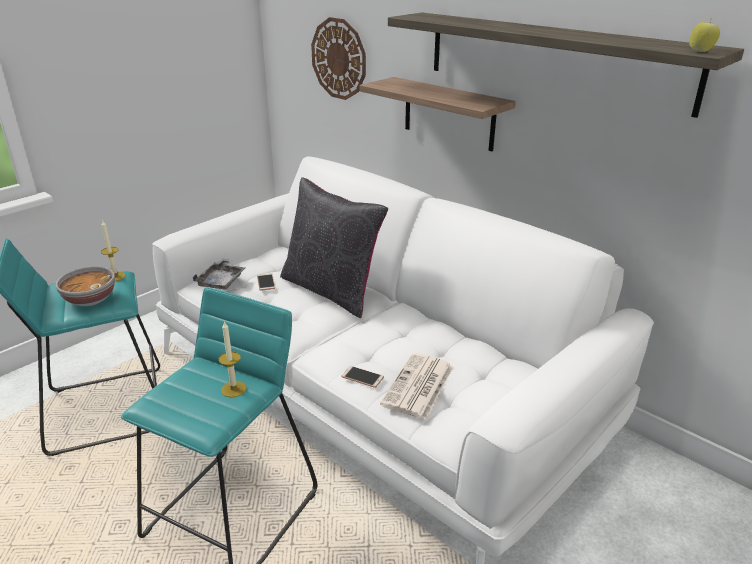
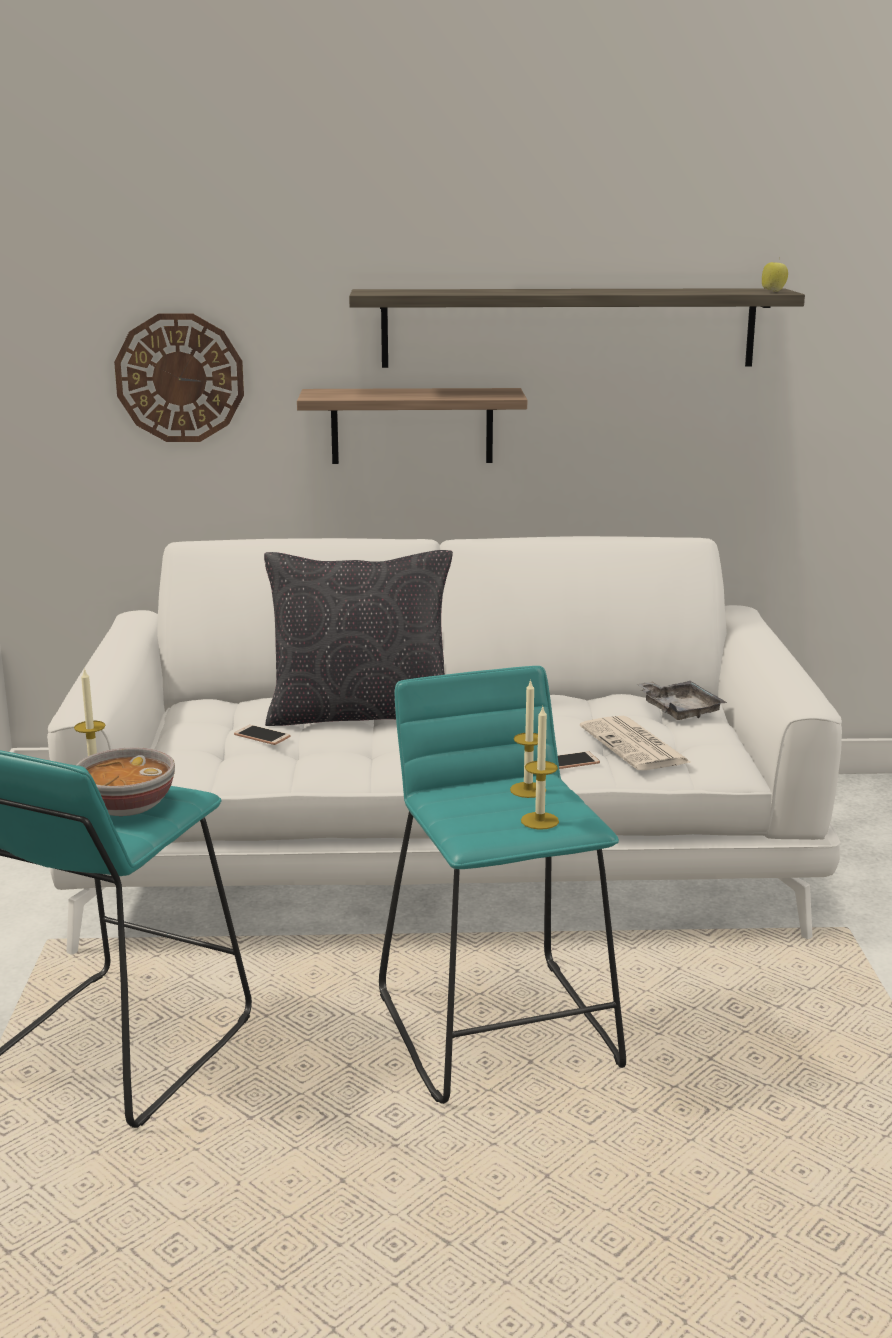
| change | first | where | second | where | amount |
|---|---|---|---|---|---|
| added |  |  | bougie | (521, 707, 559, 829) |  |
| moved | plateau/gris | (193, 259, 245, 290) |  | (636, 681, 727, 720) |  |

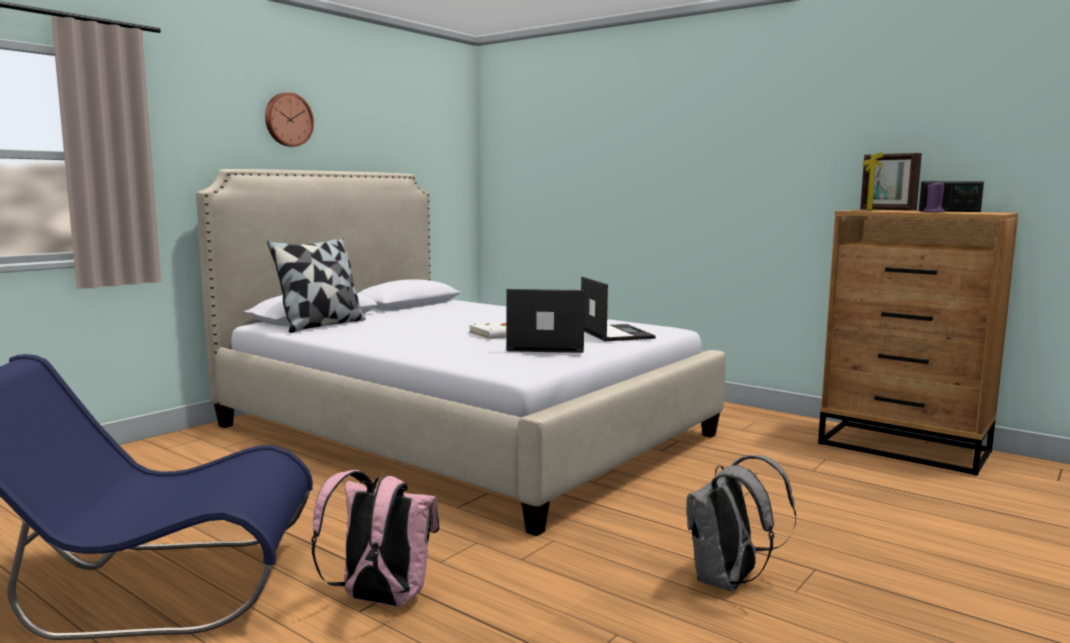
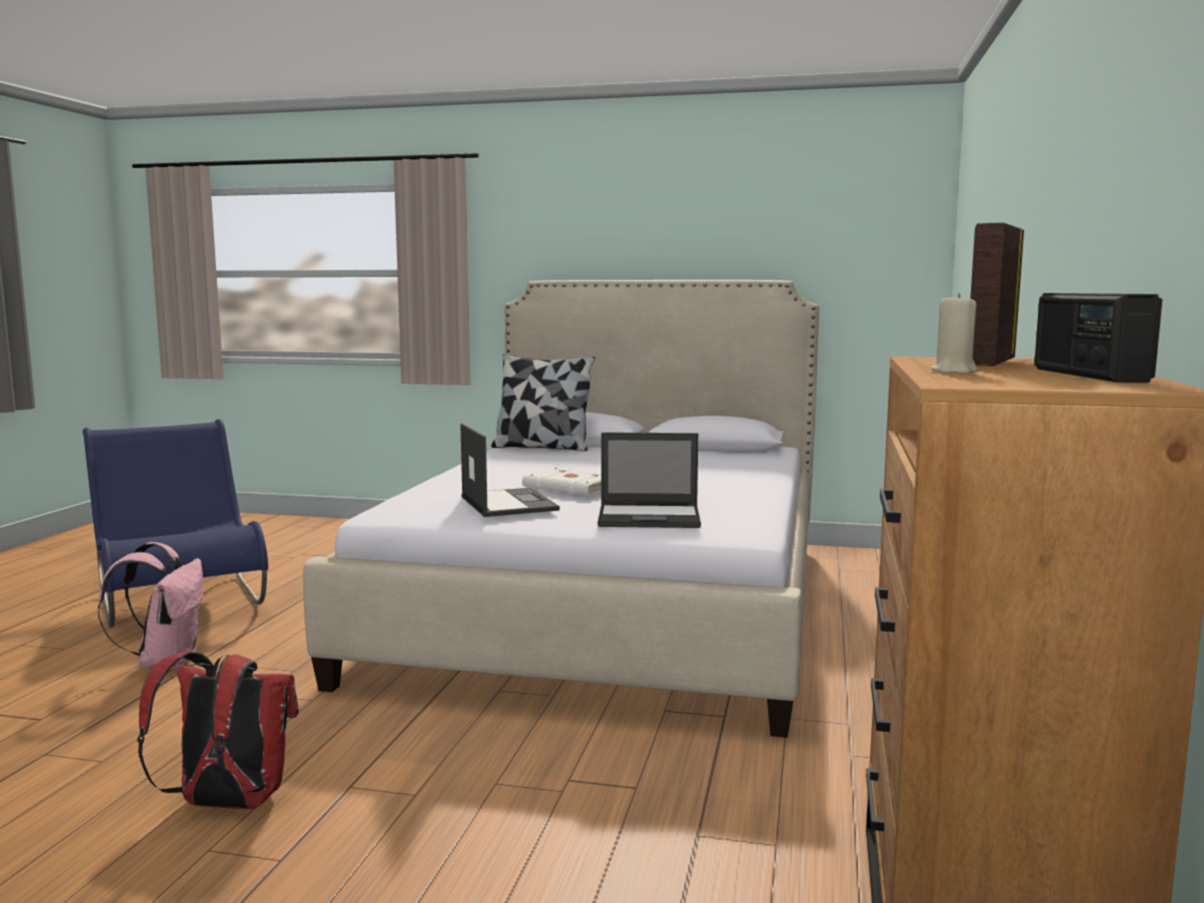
| change | first | where | second | where | amount |
|---|---|---|---|---|---|
| recoloured | sac à dos/gris | (687, 455, 796, 591) | sac à dos/rouge | (137, 651, 299, 809) |  |
| turned | ordinateur portable | (581, 277, 656, 341) |  | (598, 432, 701, 528) | 45 degrees clockwise |
| recoloured | bougie/violet | (923, 181, 945, 212) | bougie/beige | (931, 293, 978, 374) |  |
| removed | horloge murale | (265, 92, 314, 147) |  |  |  |

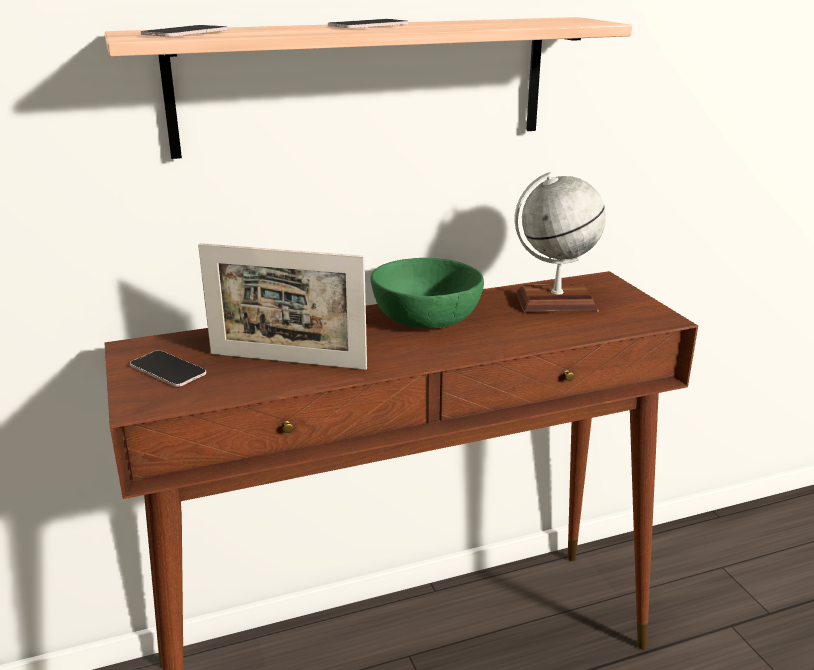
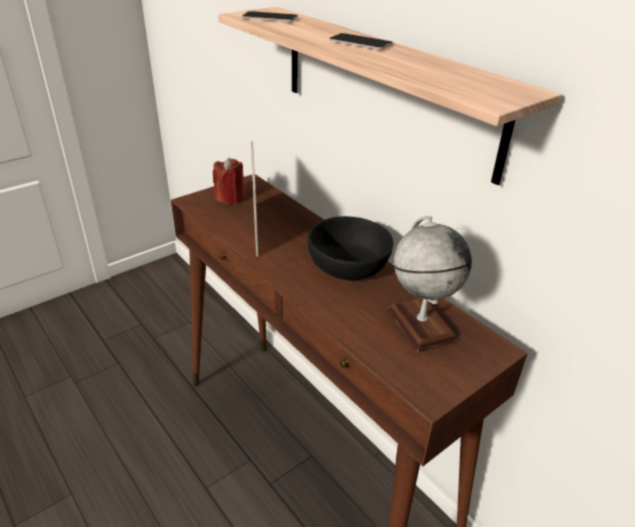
| change | first | where | second | where | amount |
|---|---|---|---|---|---|
| replaced | téléphone | (130, 350, 206, 387) | bougie/rouge | (213, 158, 245, 204) |  |
| recoloured | bol/vert | (370, 258, 484, 328) | bol/noir | (308, 216, 394, 280) |  |

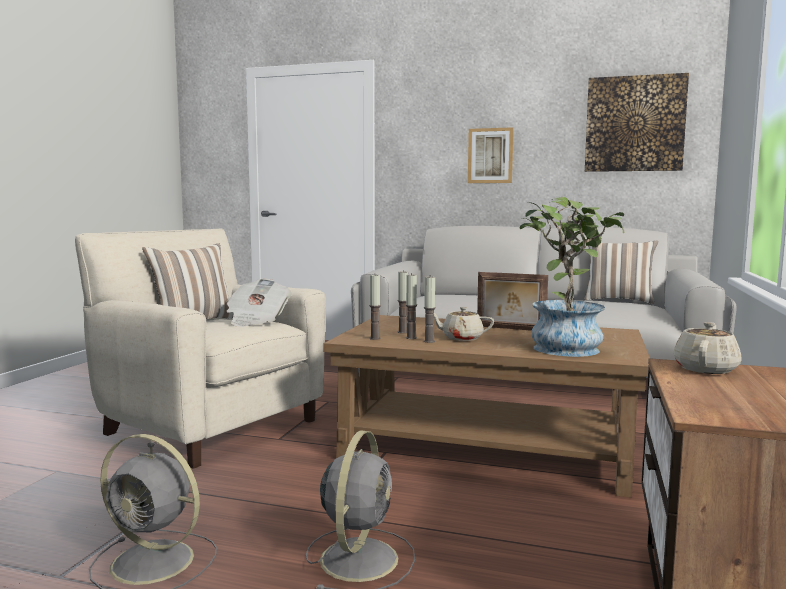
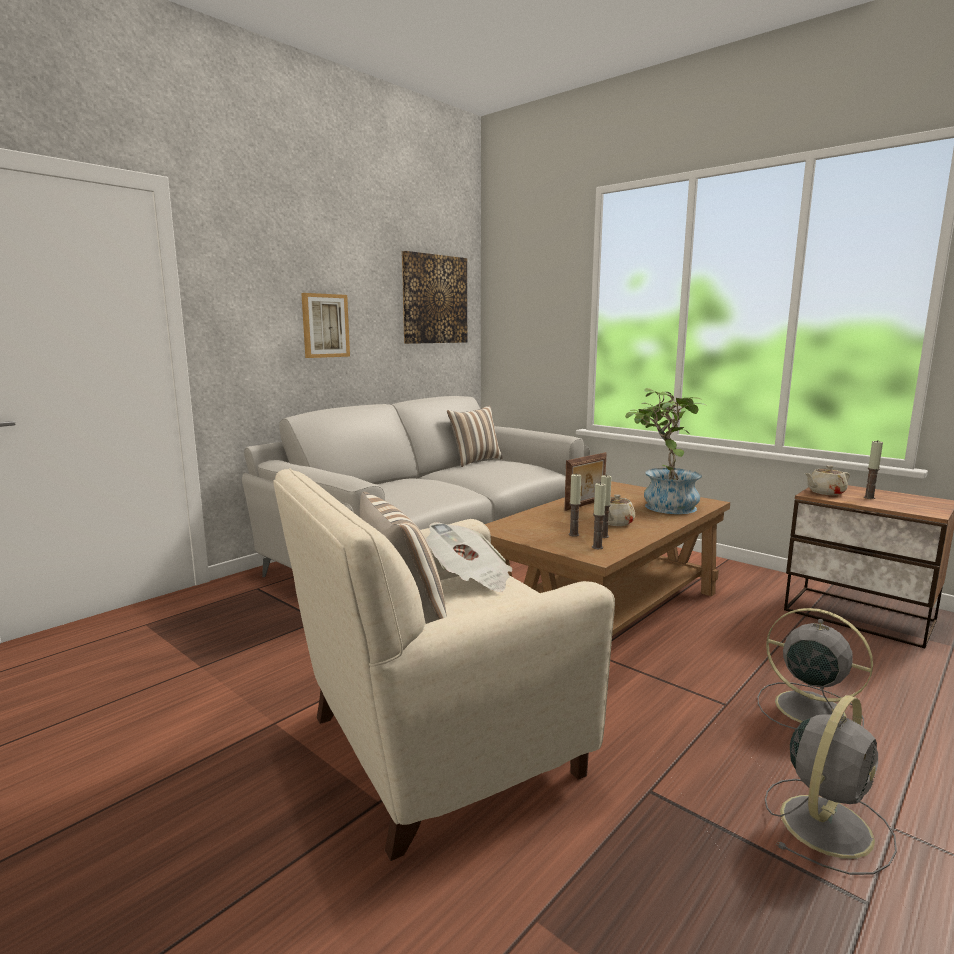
| change | first | where | second | where | amount |
|---|---|---|---|---|---|
| turned | théière/beige | (674, 322, 742, 374) |  | (805, 465, 850, 495) | 75 degrees counterclockwise |
| moved | bougie | (424, 276, 436, 343) |  | (864, 441, 883, 499) |  |

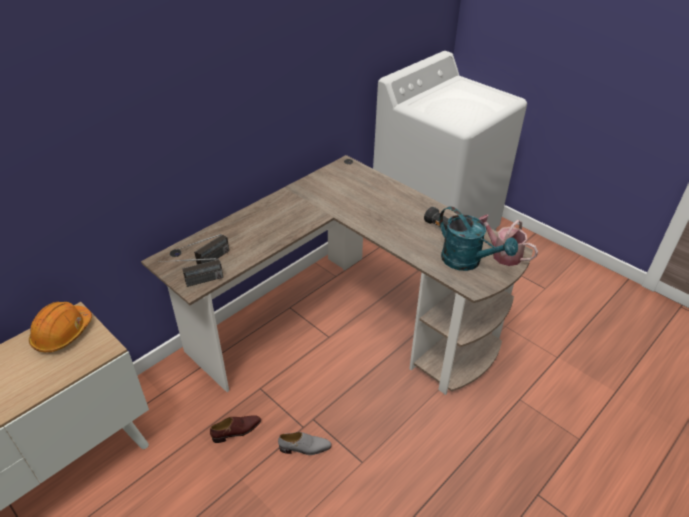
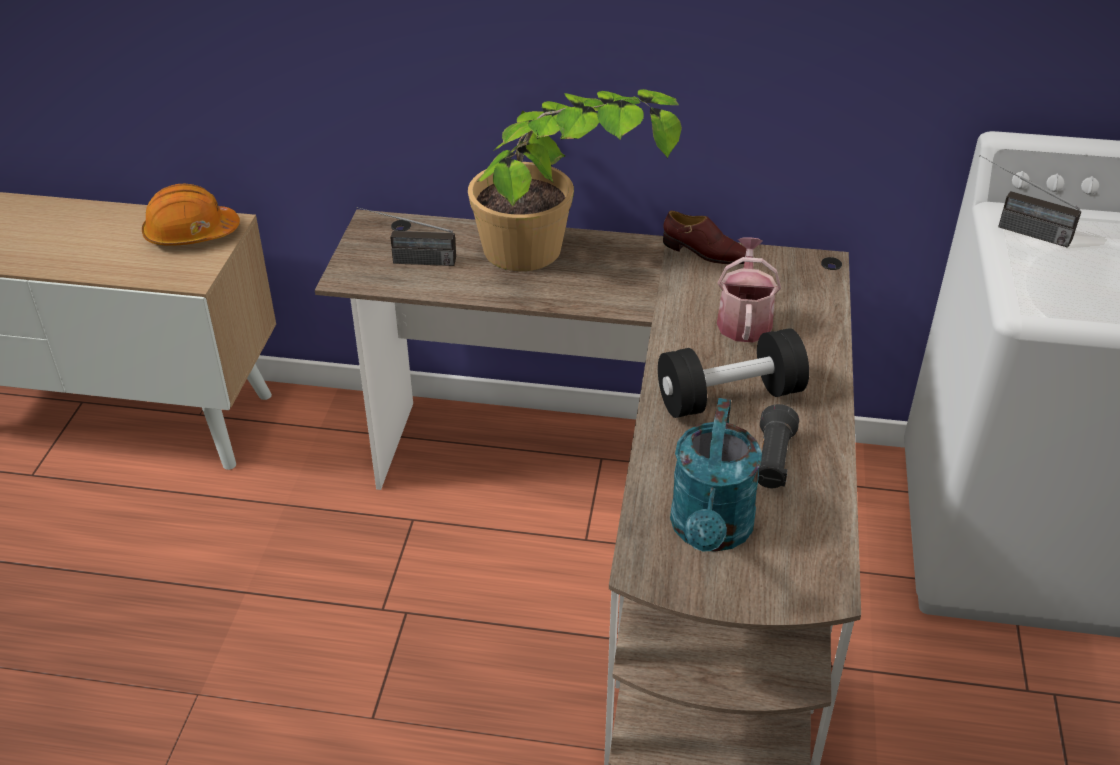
| change | first | where | second | where | amount |
|---|---|---|---|---|---|
| added |  |  | plante en pot | (468, 89, 682, 271) |  |
| added |  |  | haltère/noir | (658, 328, 809, 418) |  |
| moved | chaussure/marron | (210, 415, 261, 443) |  | (663, 211, 747, 264) |  |
| moved | arrosoir | (479, 214, 538, 266) |  | (717, 237, 781, 342) |  |
| moved | radio | (158, 258, 223, 287) |  | (980, 155, 1081, 248) |  |
| removed | chaussure/gris | (278, 432, 332, 455) |  |  |  |

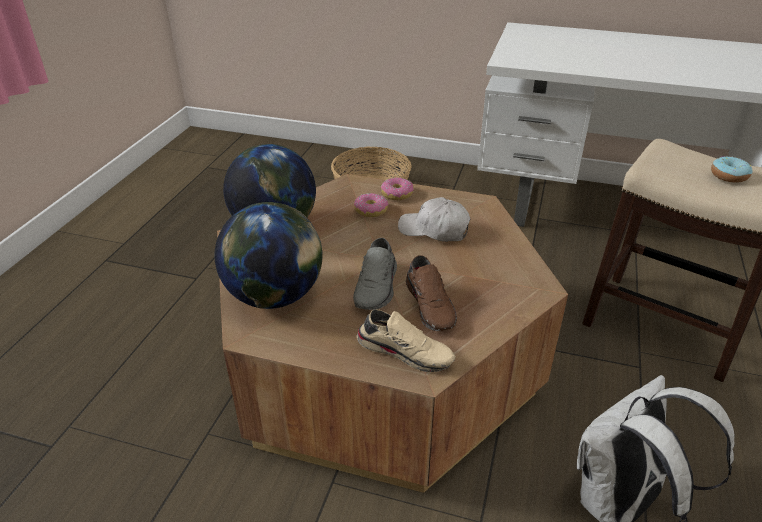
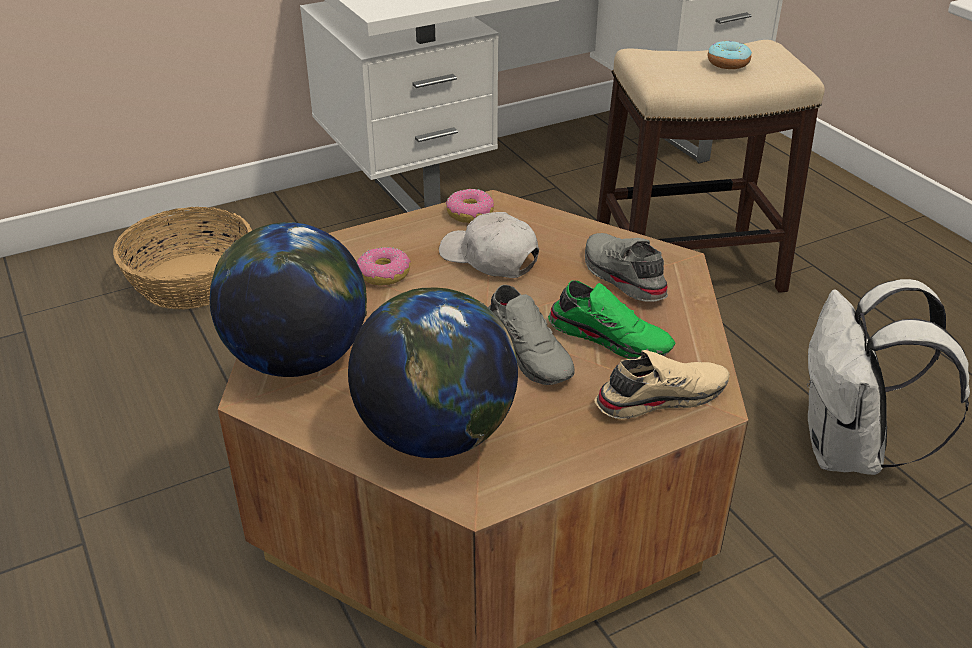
| change | first | where | second | where | amount |
|---|---|---|---|---|---|
| turned | casquette/blanc | (398, 197, 470, 242) |  | (439, 212, 539, 278) | 60 degrees clockwise |
| moved | beignet | (381, 177, 414, 200) |  | (446, 189, 494, 223) |  |
| recoloured | chaussure/marron | (406, 255, 457, 331) | chaussure/vert | (548, 280, 676, 359) |  |
| added |  |  | chaussure/gris | (585, 233, 668, 302) |  |

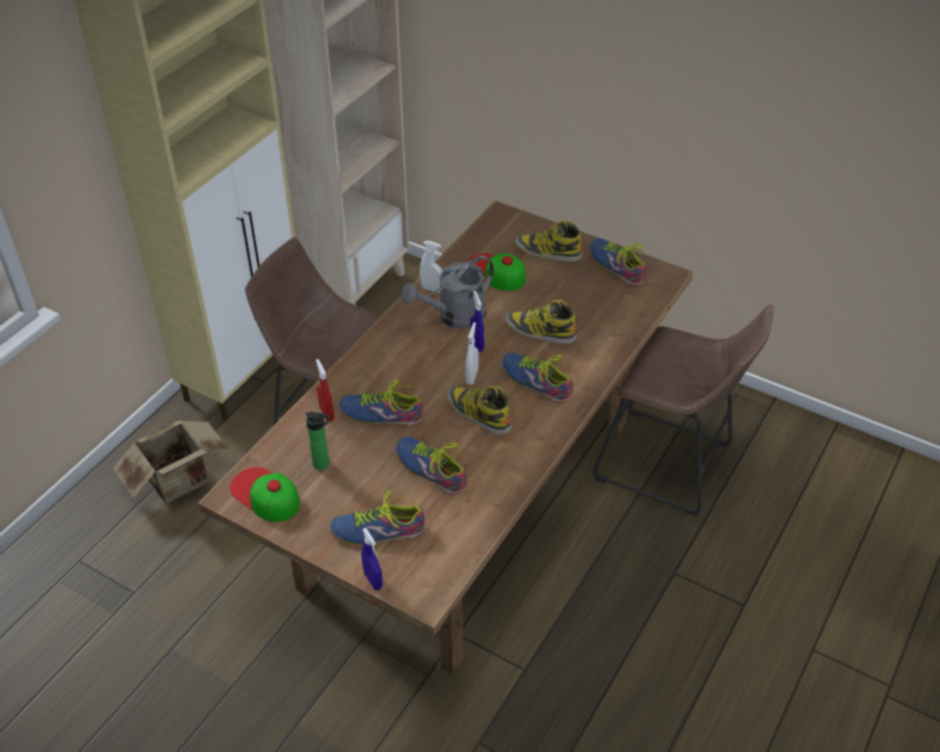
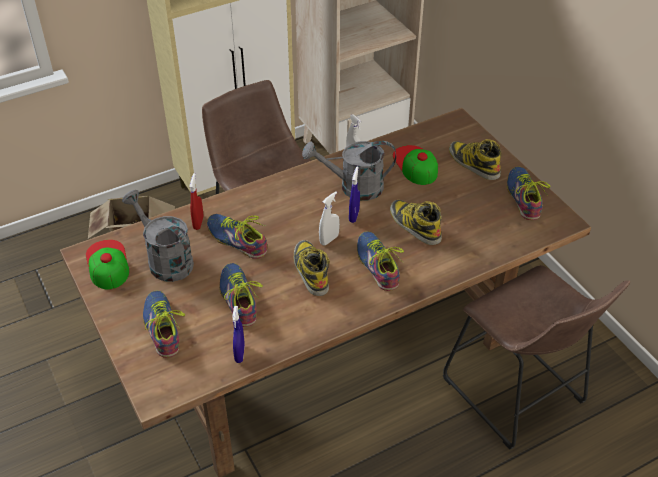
| change | first | where | second | where | amount |
|---|---|---|---|---|---|
| replaced | bouteille | (306, 412, 331, 470) | arrosoir/gris | (122, 190, 194, 282) |  |
| turned | chaussure | (329, 491, 425, 546) |  | (143, 291, 186, 358) | 45 degrees clockwise |
| moved | vaporisateur/bleu | (361, 528, 383, 590) |  | (232, 306, 245, 363) |  |

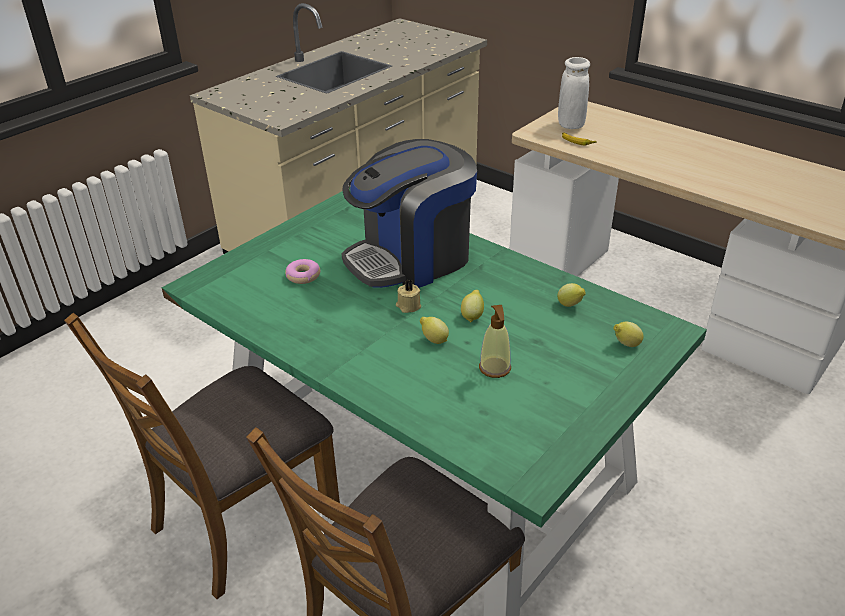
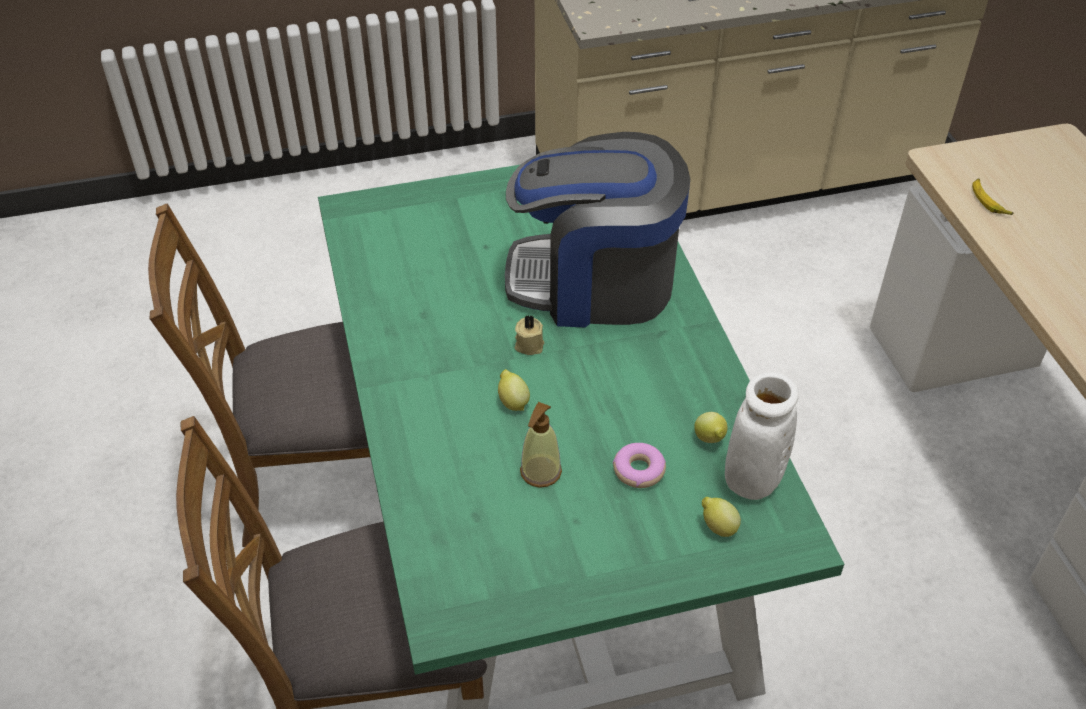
| change | first | where | second | where | amount |
|---|---|---|---|---|---|
| moved | beignet | (285, 259, 320, 284) |  | (613, 443, 666, 488) |  |
| moved | vase/blanc | (558, 57, 590, 129) |  | (725, 372, 799, 500) |  |
| removed | citron | (461, 290, 484, 322) |  |  |  |

